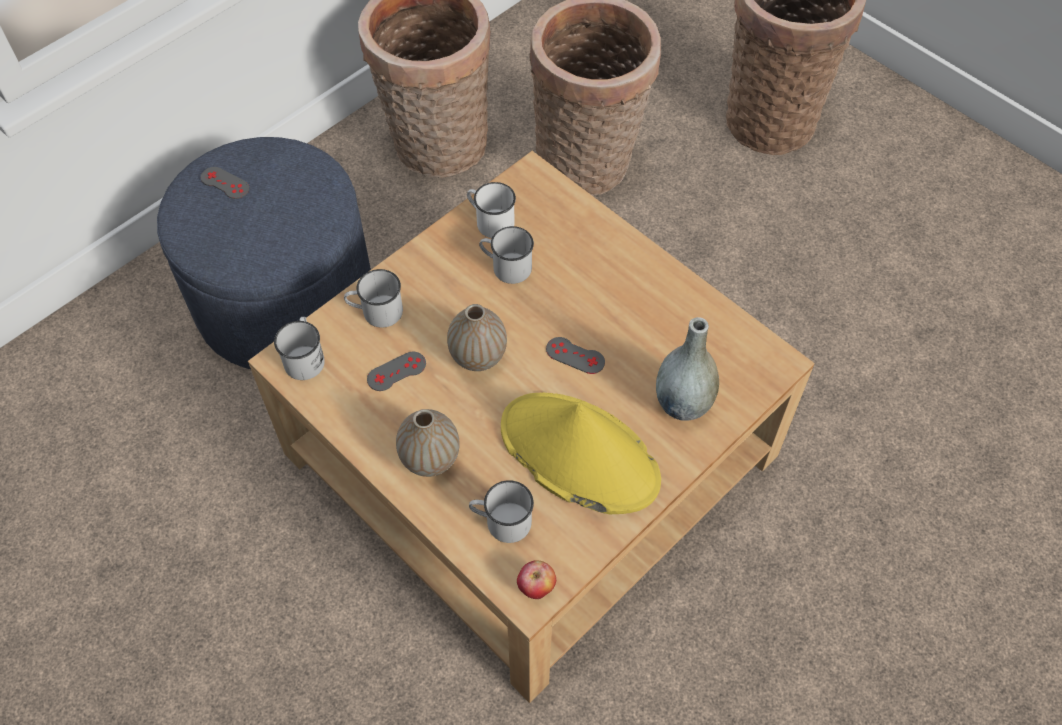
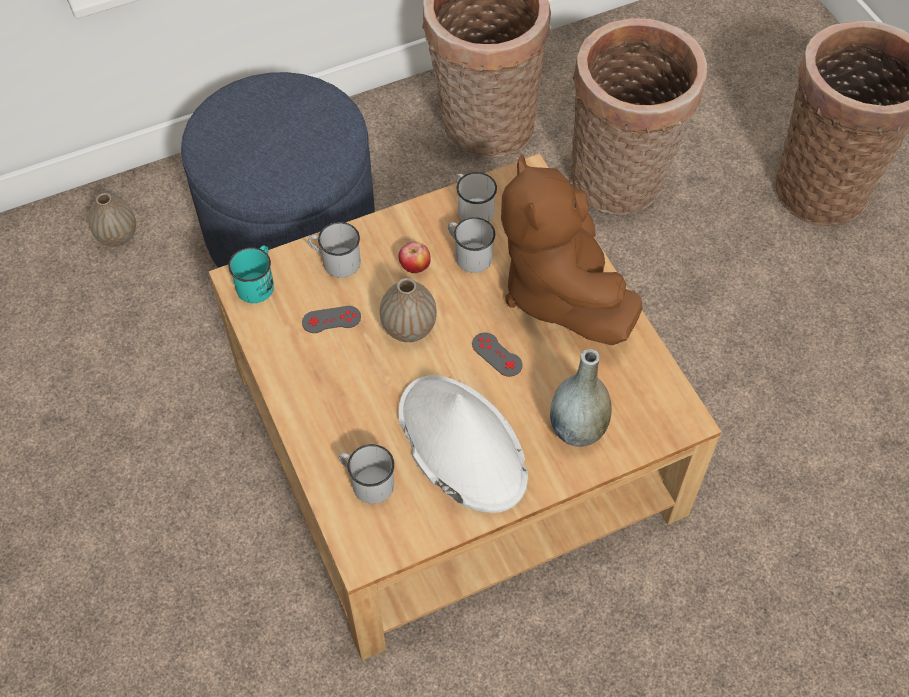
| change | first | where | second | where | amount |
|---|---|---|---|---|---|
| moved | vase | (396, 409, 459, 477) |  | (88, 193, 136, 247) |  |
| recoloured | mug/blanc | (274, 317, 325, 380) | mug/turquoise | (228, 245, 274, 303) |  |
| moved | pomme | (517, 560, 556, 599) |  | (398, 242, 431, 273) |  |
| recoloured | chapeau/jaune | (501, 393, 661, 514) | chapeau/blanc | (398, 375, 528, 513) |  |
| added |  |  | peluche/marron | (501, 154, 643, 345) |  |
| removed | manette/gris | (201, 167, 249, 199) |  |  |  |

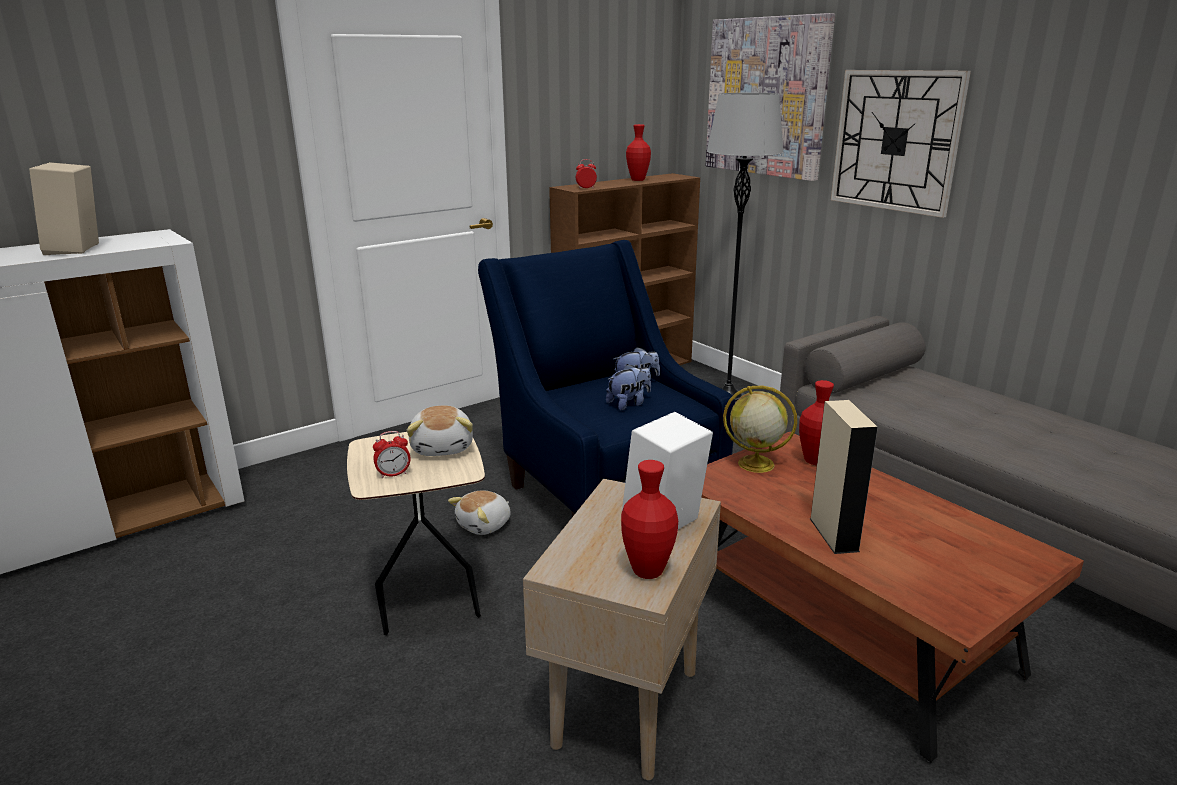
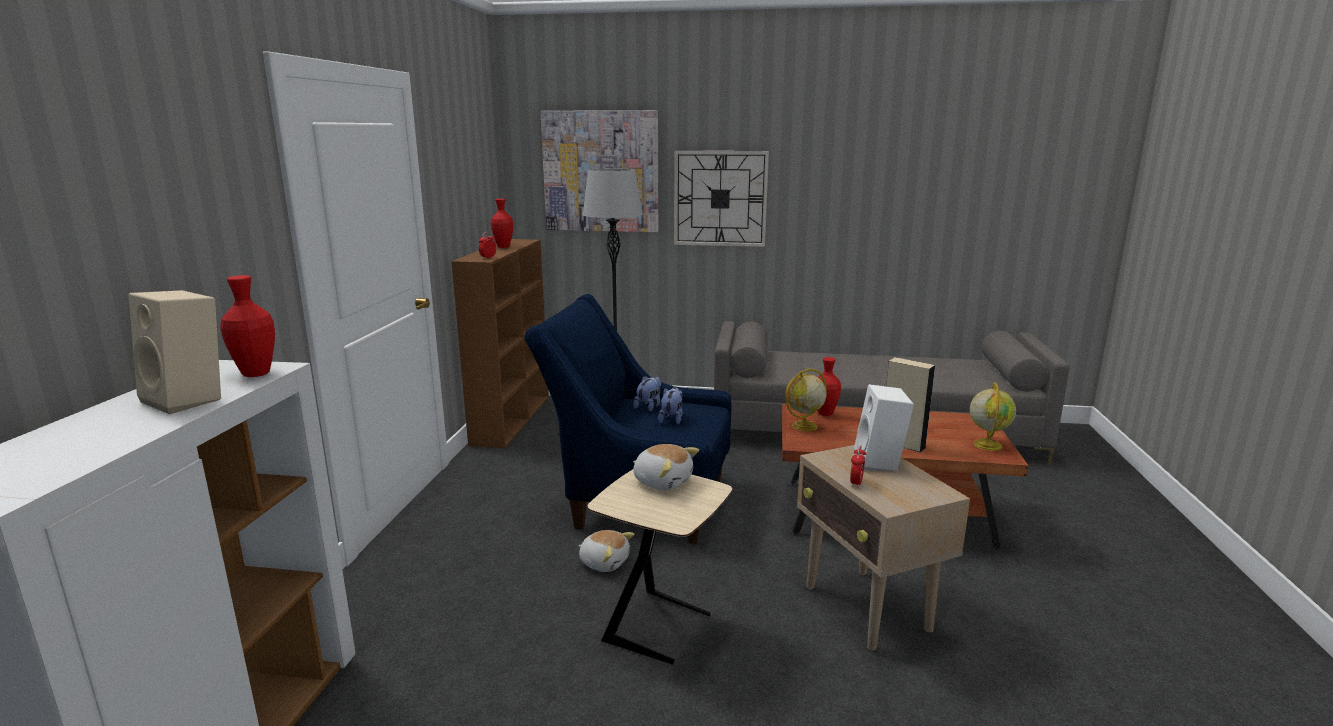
| change | first | where | second | where | amount |
|---|---|---|---|---|---|
| moved | vase/rouge | (621, 460, 678, 579) |  | (220, 275, 275, 377) |  |
| turned | peluche | (448, 490, 511, 535) |  | (578, 530, 634, 572) | 60 degrees counterclockwise |
| moved | réveil | (373, 431, 411, 478) |  | (850, 445, 866, 488) |  |
| added |  |  | globe | (970, 382, 1016, 451) |  |

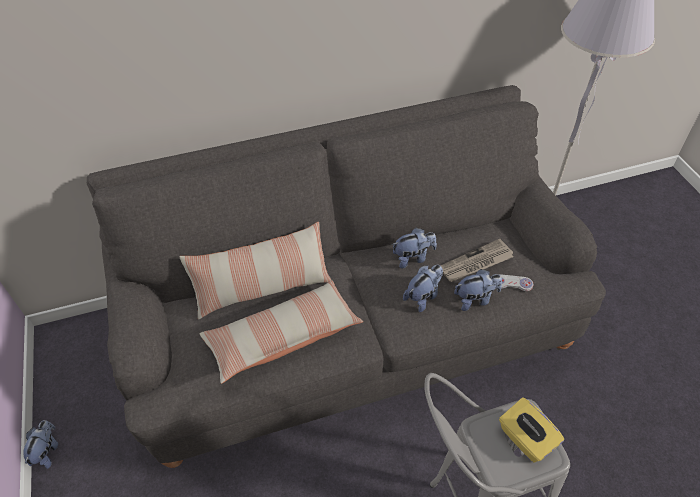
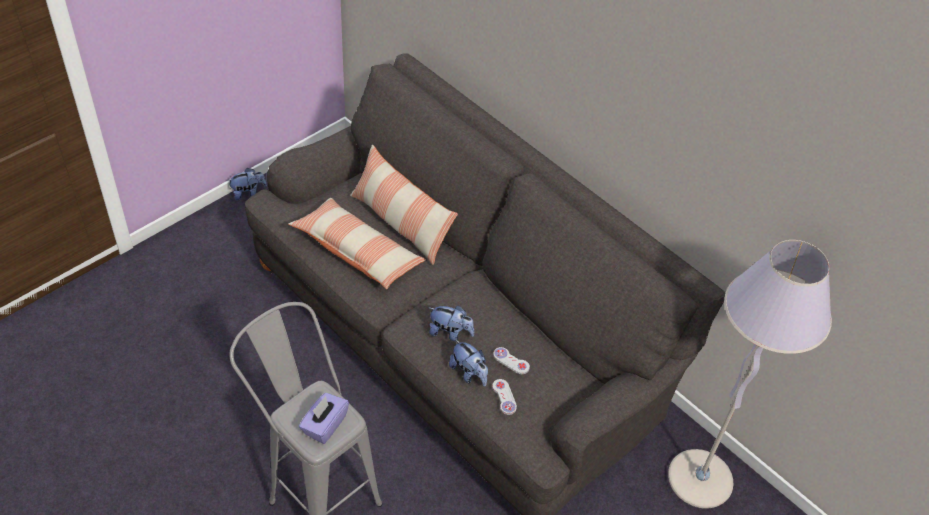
| change | first | where | second | where | amount |
|---|---|---|---|---|---|
| recoloured | boîte à mouchoirs/jaune | (499, 397, 564, 463) | boîte à mouchoirs/violet | (299, 393, 349, 444) |  |
| replaced | journal | (440, 239, 513, 282) | manette/blanc | (493, 347, 530, 374) |  |
| removed | peluche | (392, 228, 437, 268) |  |  |  |

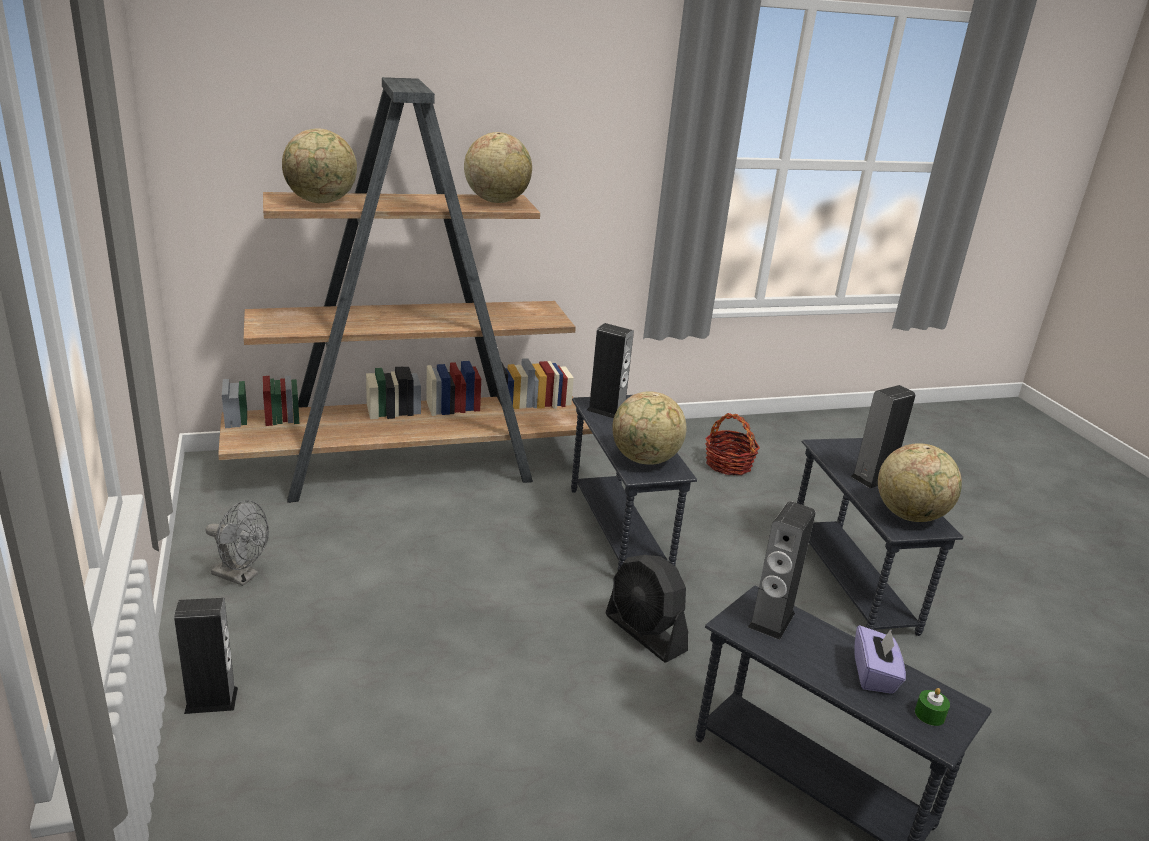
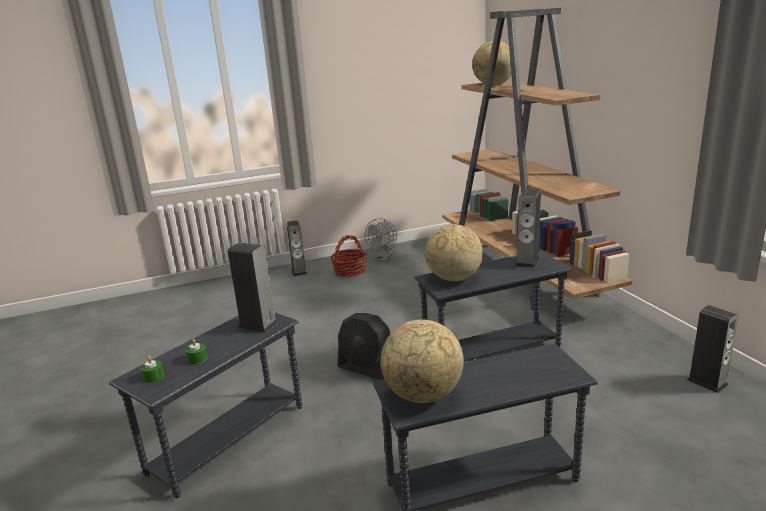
| change | first | where | second | where | amount |
|---|---|---|---|---|---|
| replaced | boîte à mouchoirs/violet | (854, 625, 906, 694) | bougie/vert | (185, 339, 207, 364) |  |
| moved | panier | (705, 413, 760, 476) |  | (330, 235, 367, 277) |  |
| turned | ventilateur/noir | (605, 555, 688, 663) |  | (337, 313, 390, 380) | 105 degrees counterclockwise |
| moved | enceinte | (851, 385, 915, 488) |  | (687, 305, 738, 393) |  |
| removed | globe | (464, 132, 532, 203) |  |  |  |

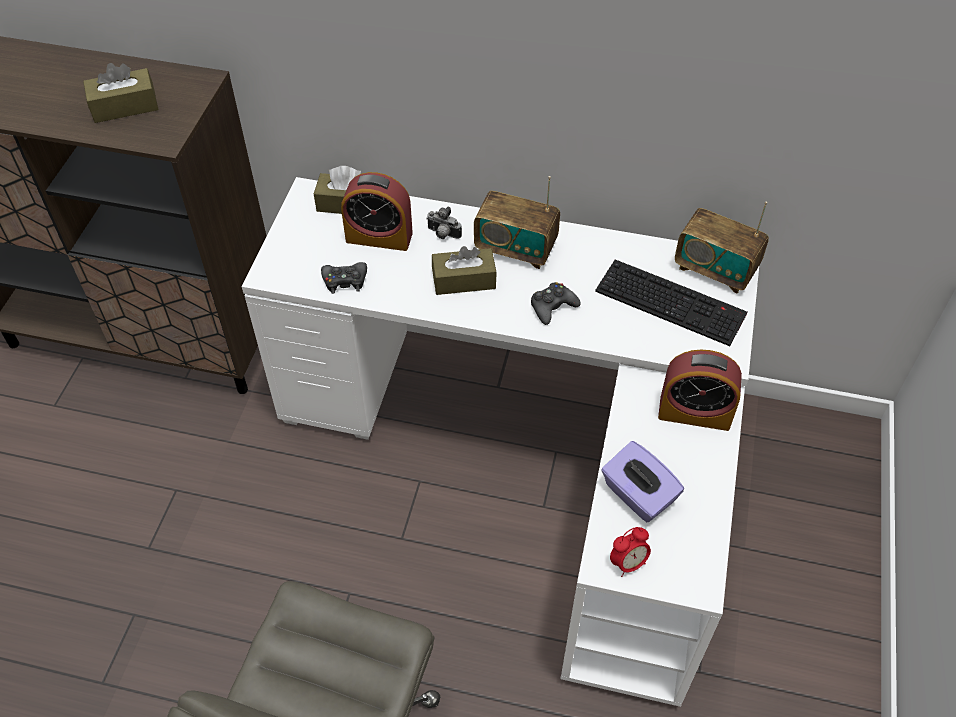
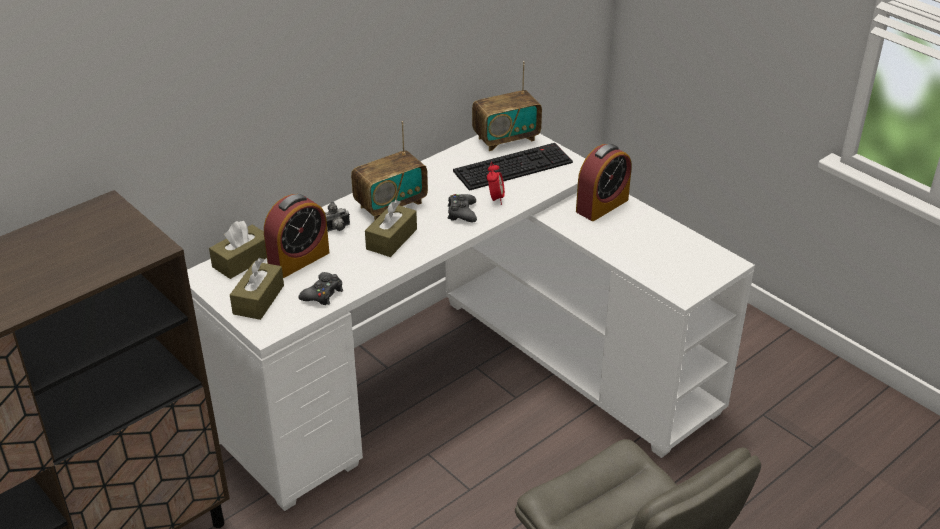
| change | first | where | second | where | amount |
|---|---|---|---|---|---|
| moved | boîte à mouchoirs/marron | (83, 63, 159, 123) |  | (230, 258, 284, 320) |  |
| moved | réveil | (610, 527, 651, 577) |  | (487, 162, 505, 205) |  |
| removed | boîte à mouchoirs/violet | (601, 441, 684, 522) |  |  |  |

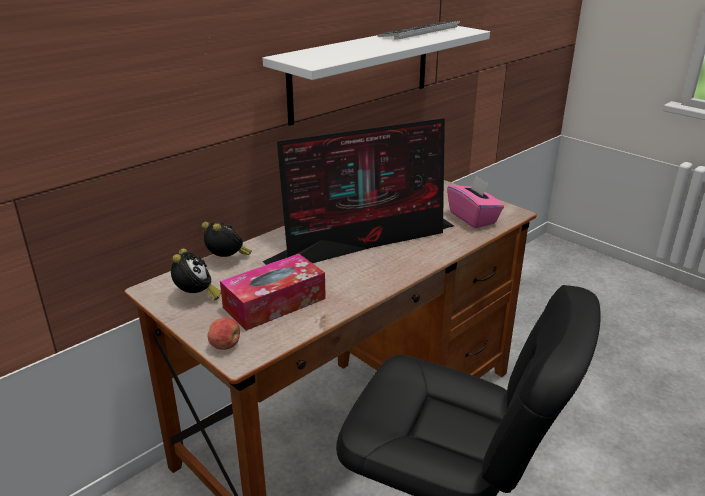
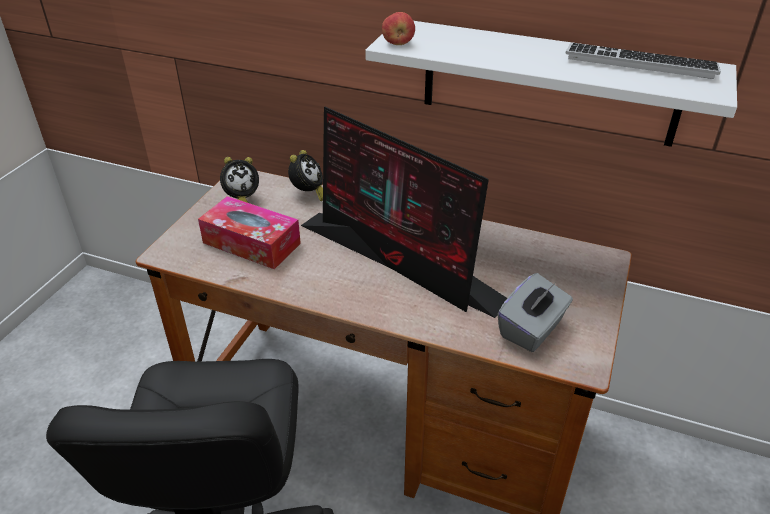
| change | first | where | second | where | amount |
|---|---|---|---|---|---|
| moved | pomme | (207, 317, 240, 350) |  | (382, 12, 415, 45) |  |
| recoloured | boîte à mouchoirs/rose | (447, 176, 504, 228) | boîte à mouchoirs/gris | (497, 273, 573, 352) |  |

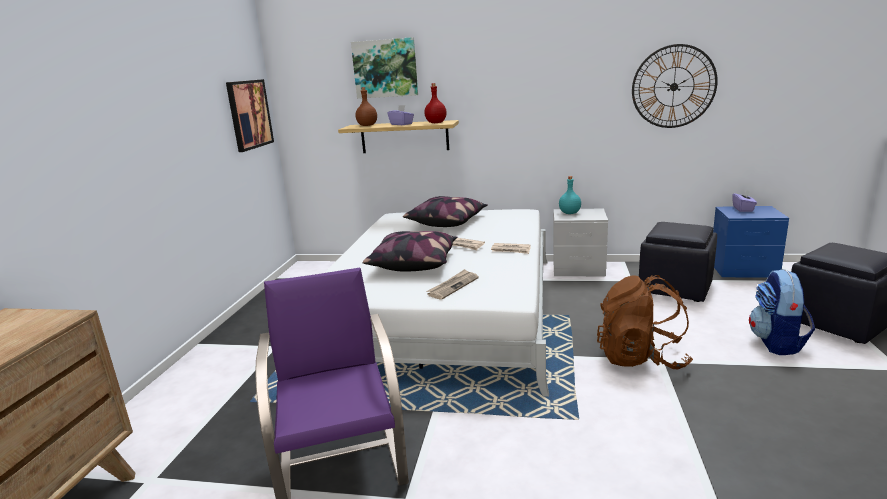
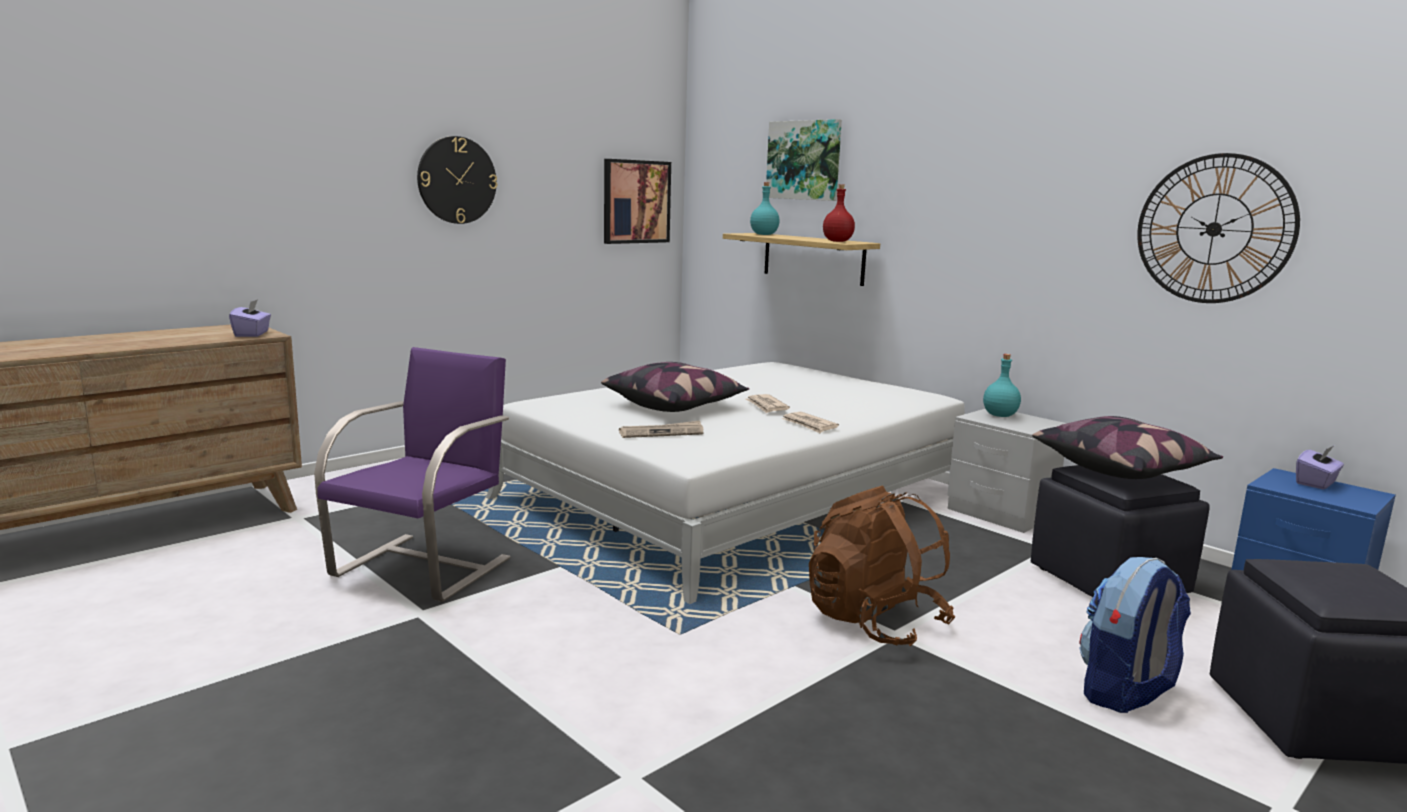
| change | first | where | second | where | amount |
|---|---|---|---|---|---|
| moved | boîte à mouchoirs/violet | (387, 105, 414, 125) |  | (229, 299, 271, 337) |  |
| added |  |  | horloge murale | (417, 136, 497, 224) |  |
| recoloured | bouteille/marron | (355, 87, 377, 126) | bouteille/turquoise | (750, 182, 780, 235) |  |
| moved | coussin | (403, 196, 488, 227) |  | (1032, 416, 1223, 479) |  |

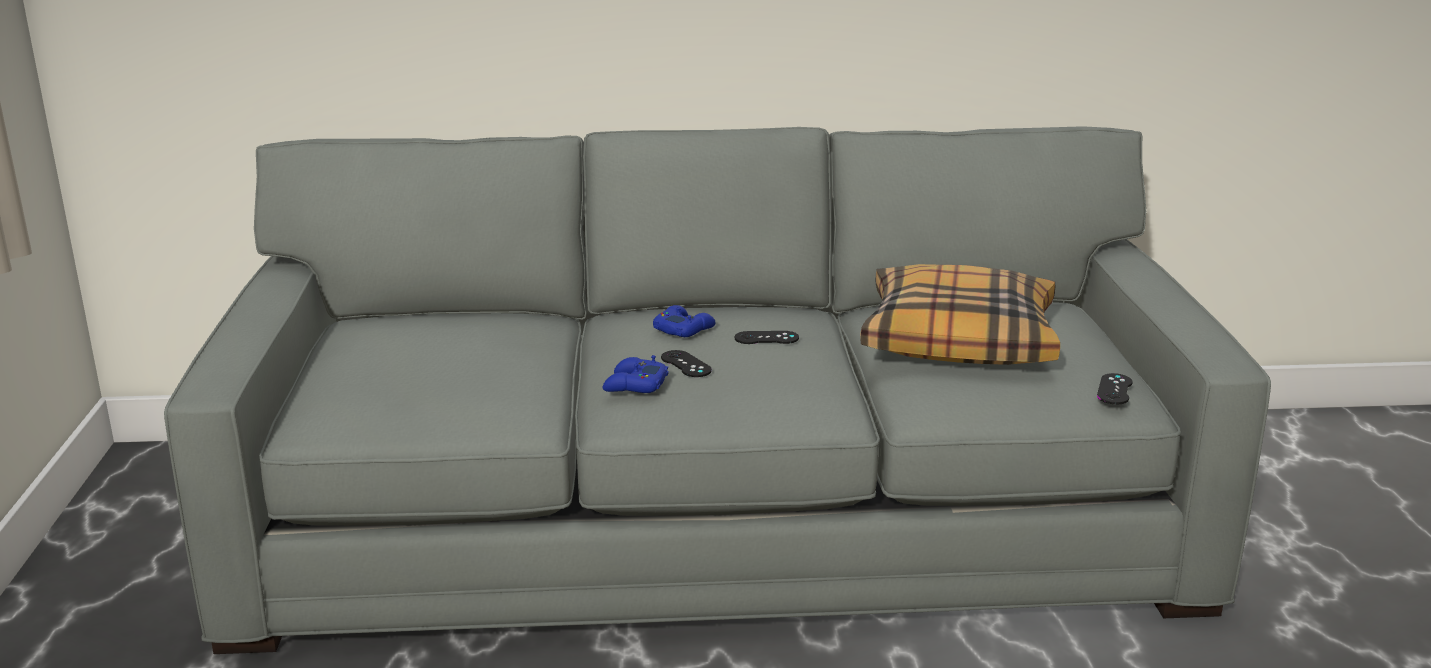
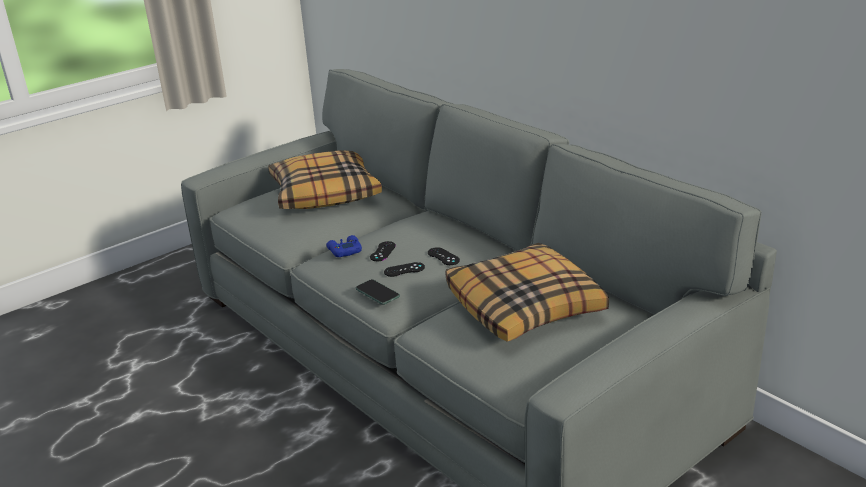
| change | first | where | second | where | amount |
|---|---|---|---|---|---|
| added |  |  | coussin | (268, 150, 382, 209) |  |
| added |  |  | téléphone | (356, 279, 400, 305) |  |
| moved | manette/noir | (1097, 373, 1133, 404) |  | (384, 262, 425, 277) |  |
| removed | manette/bleu | (653, 305, 716, 337) |  |  |  |

